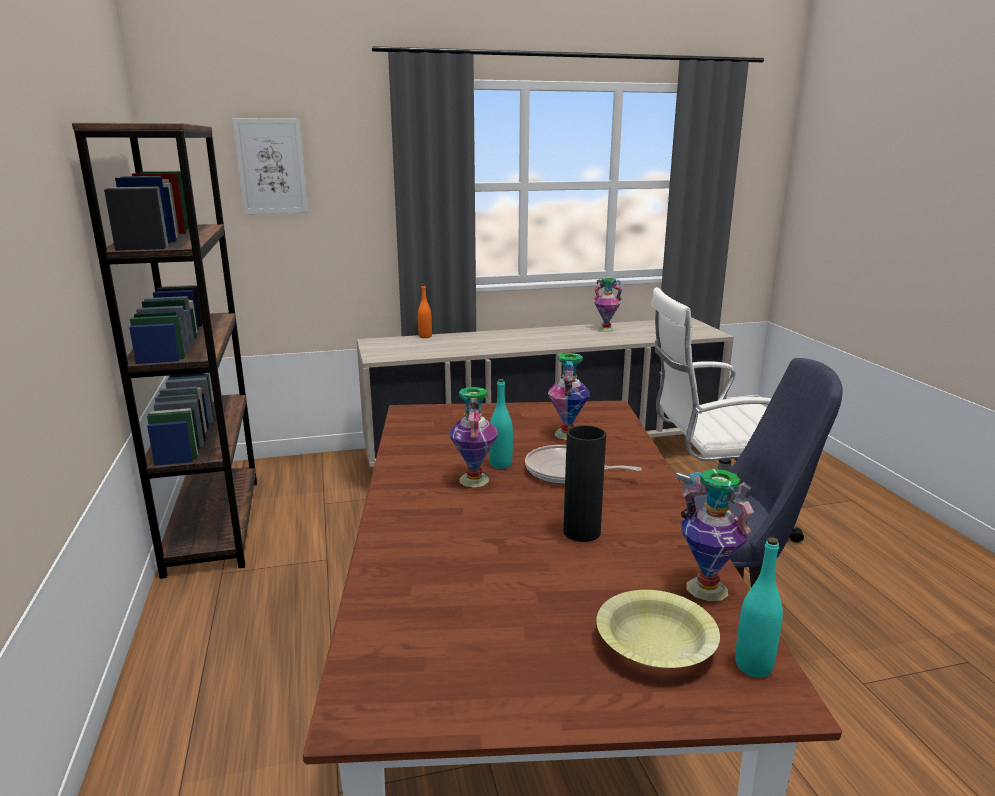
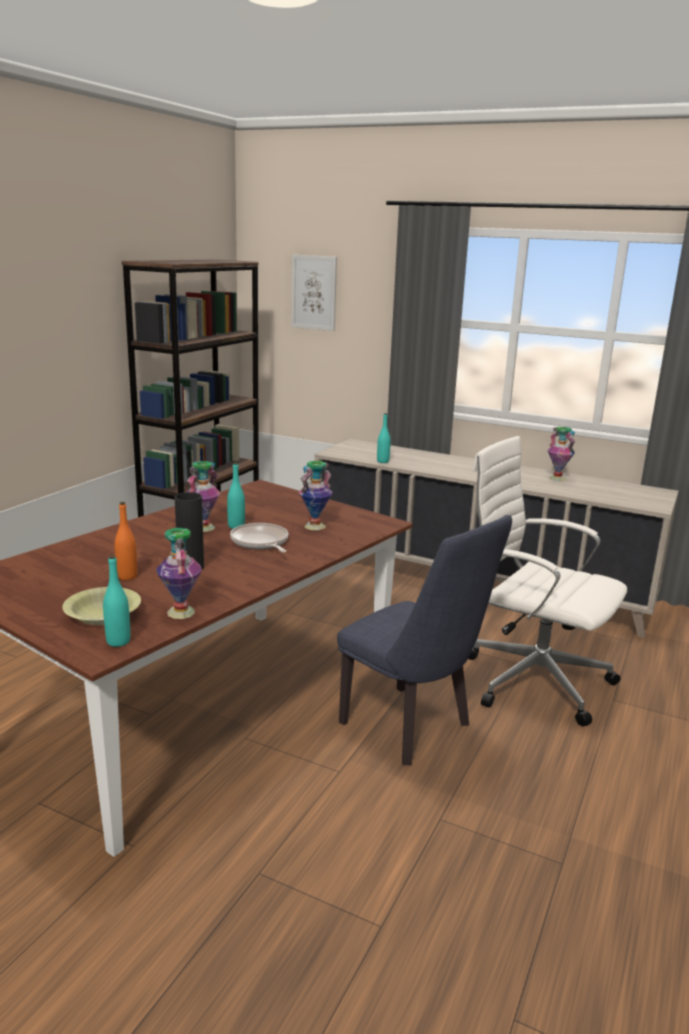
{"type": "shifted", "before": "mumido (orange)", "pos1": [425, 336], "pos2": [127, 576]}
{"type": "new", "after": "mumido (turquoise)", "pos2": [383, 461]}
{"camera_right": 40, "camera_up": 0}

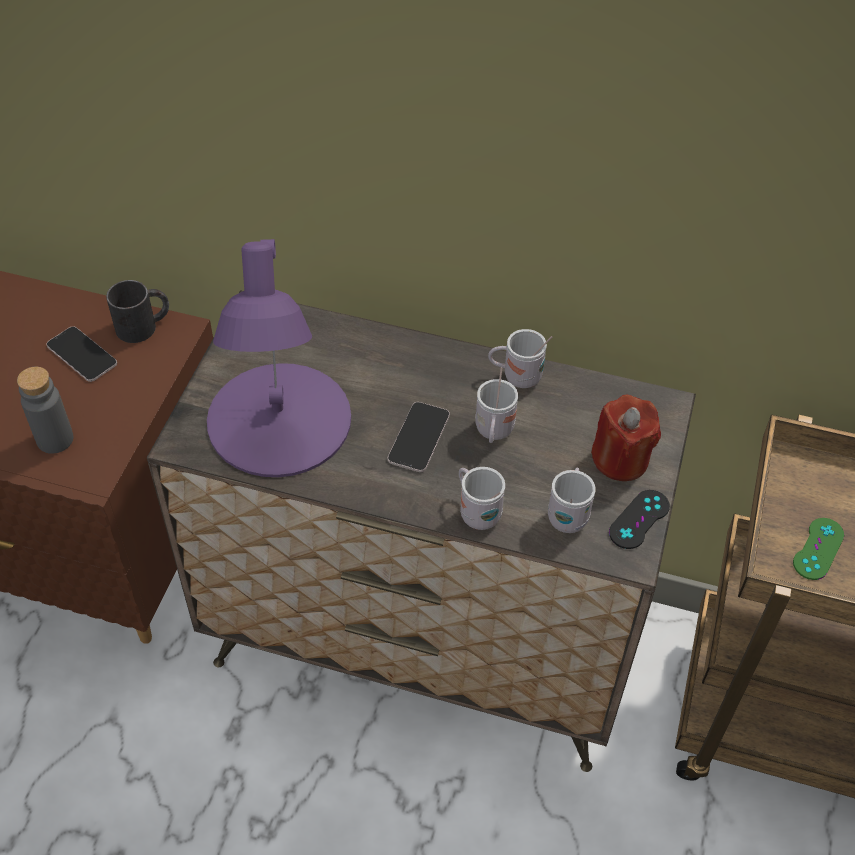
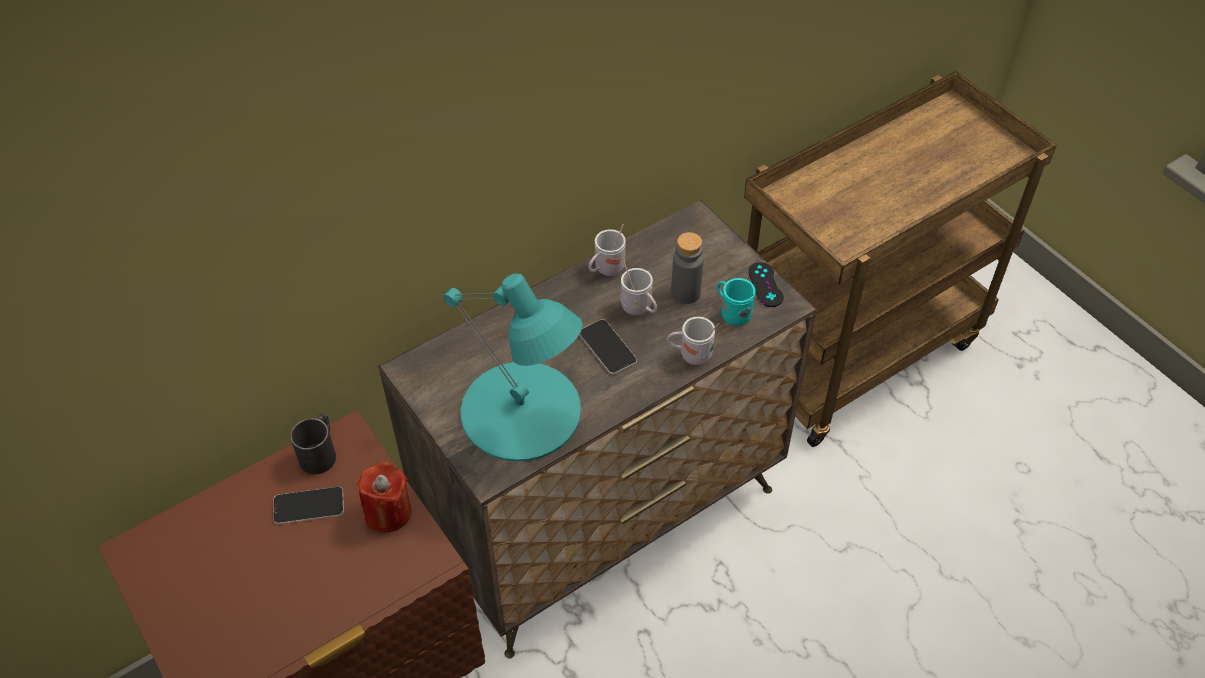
{"type": "shifted", "before": "mumido (grey)", "pos1": [55, 439], "pos2": [685, 293]}
{"type": "repainted", "before": "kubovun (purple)", "after": "kubovun (turquoise)", "pos1": [278, 421], "pos2": [522, 412]}
{"type": "repainted", "before": "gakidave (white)", "after": "gakidave (turquoise)", "pos1": [568, 513], "pos2": [732, 313]}
{"type": "shifted", "before": "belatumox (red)", "pos1": [620, 459], "pos2": [388, 512]}
{"type": "gone", "before": "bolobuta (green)", "pos1": [818, 549]}
{"camera_right": -50, "camera_up": 0}

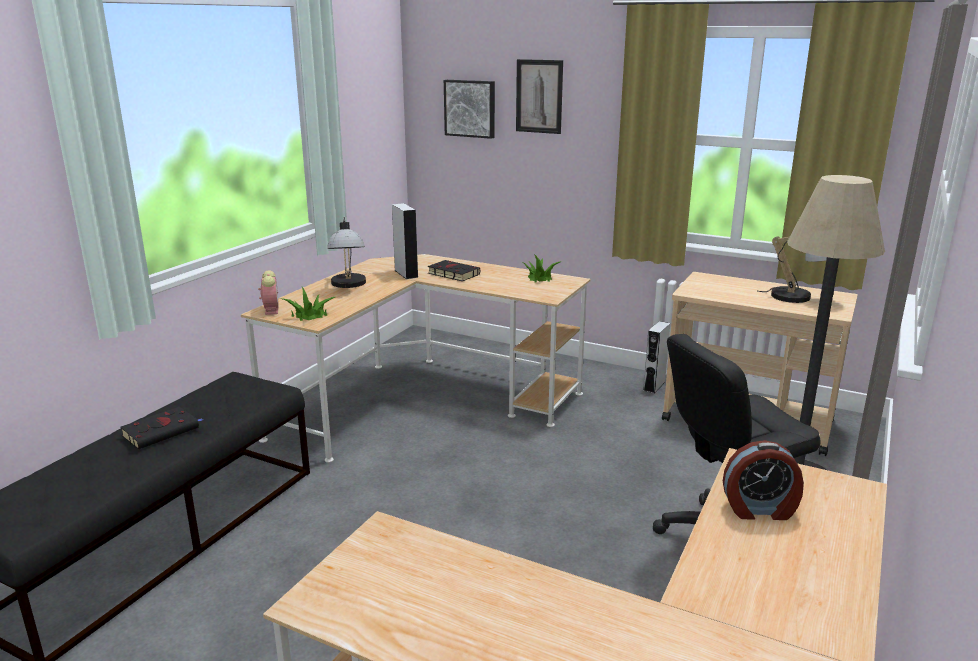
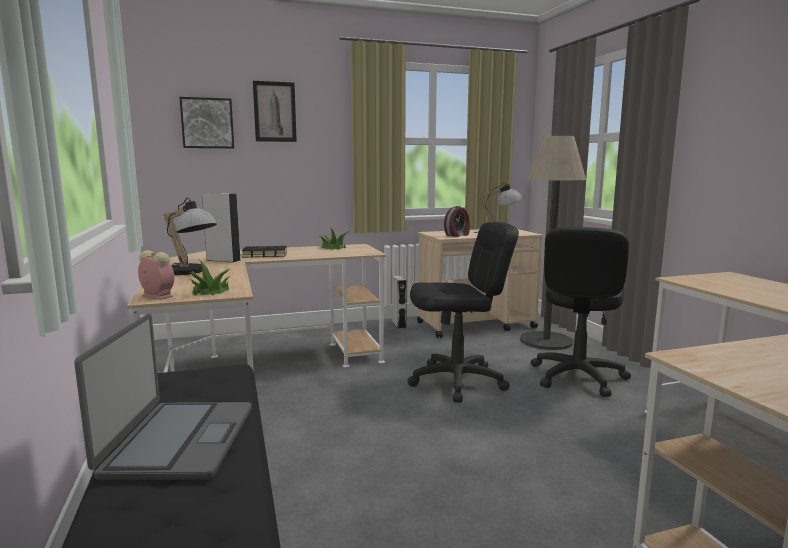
{"type": "swapped", "before": "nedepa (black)", "after": "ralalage", "pos1": [162, 431], "pos2": [179, 441]}
{"type": "shifted", "before": "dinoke", "pos1": [759, 510], "pos2": [457, 235]}
{"type": "new", "after": "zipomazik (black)", "pos2": [457, 381]}
{"camera_right": -45, "camera_up": -10}

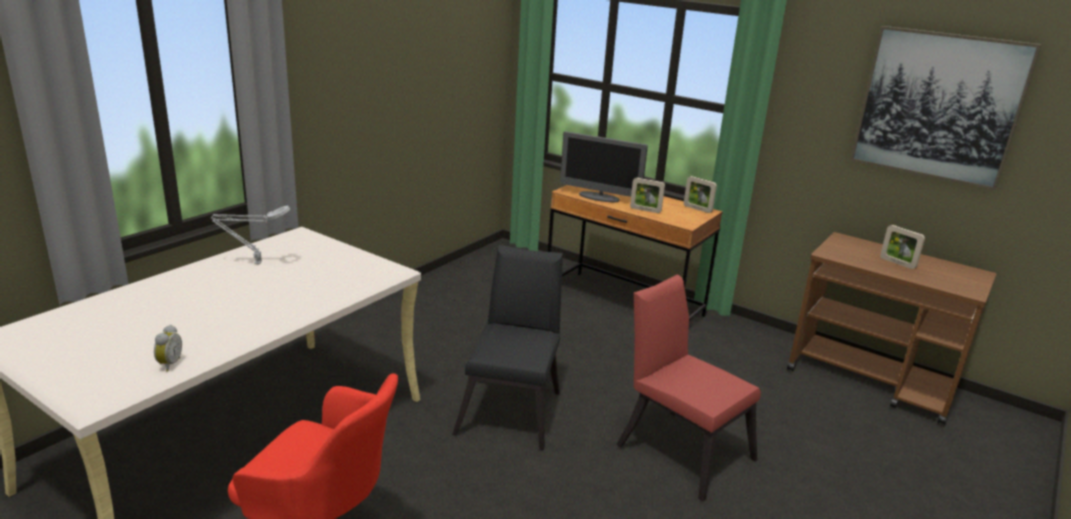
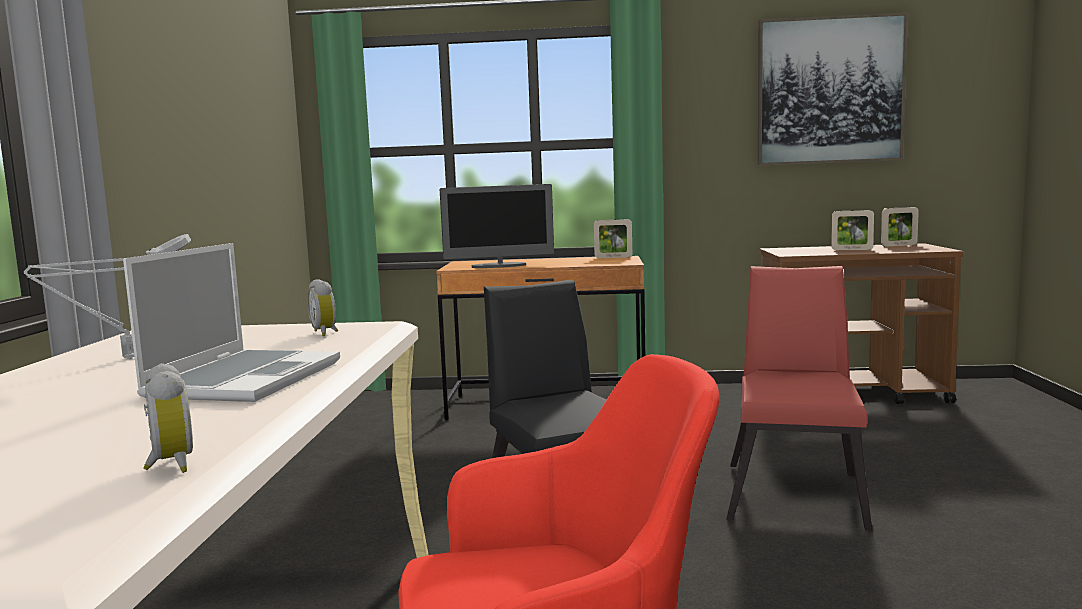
{"type": "rotated", "before": "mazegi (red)", "pos1": [680, 448], "pos2": [796, 491], "turn": 90}
{"type": "shifted", "before": "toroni", "pos1": [645, 210], "pos2": [899, 245]}
{"type": "new", "after": "ralalage", "pos2": [245, 379]}
{"type": "new", "after": "dinoke", "pos2": [326, 333]}
{"camera_right": -30, "camera_up": -15}

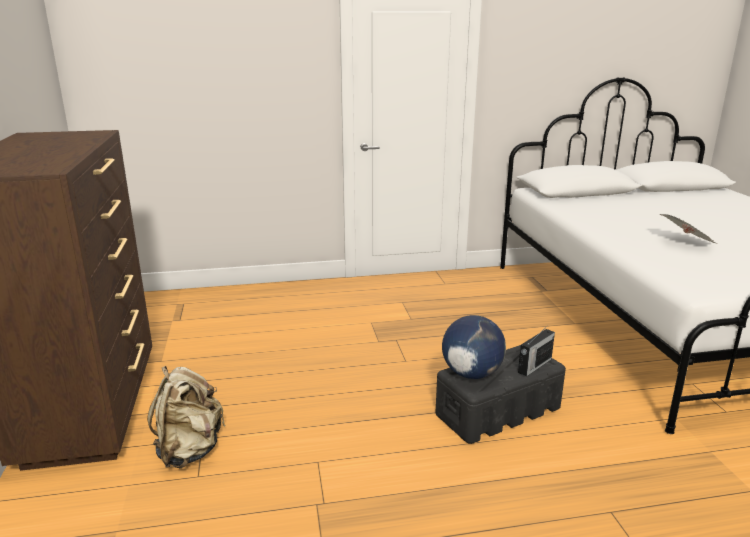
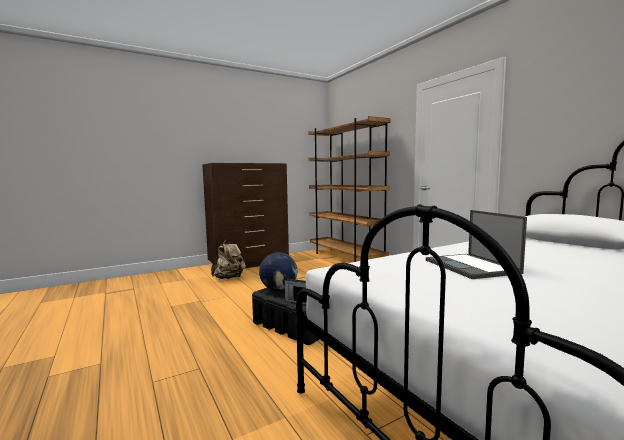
{"type": "swapped", "before": "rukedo", "after": "ralalage", "pos1": [687, 243], "pos2": [472, 267]}
{"type": "new", "after": "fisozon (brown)", "pos2": [345, 258]}
{"camera_right": 70, "camera_up": -15}

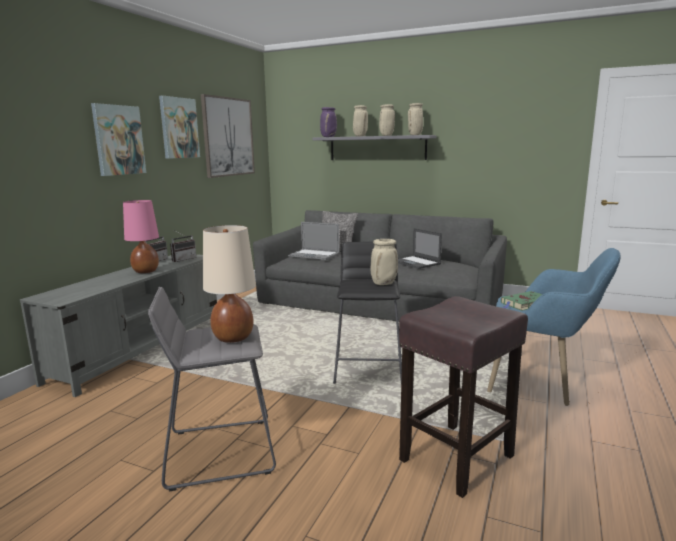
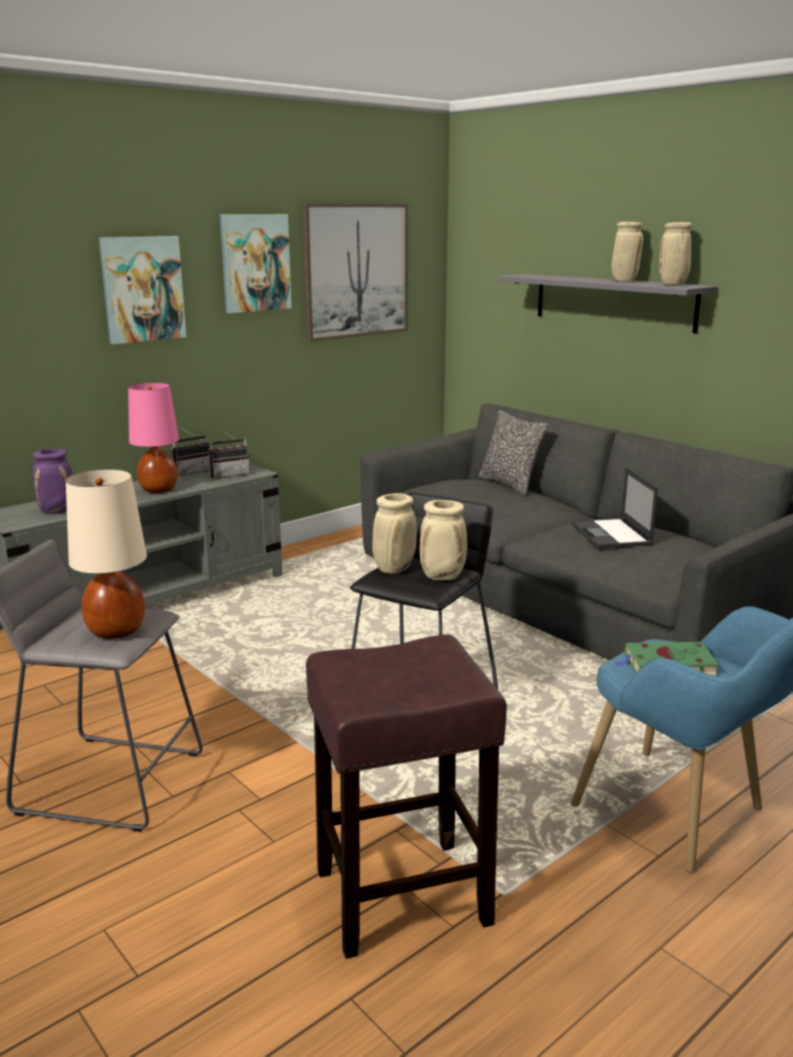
{"type": "gone", "before": "ralalage", "pos1": [313, 255]}
{"type": "shifted", "before": "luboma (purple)", "pos1": [328, 137], "pos2": [58, 511]}
{"type": "shifted", "before": "luboma (beige)", "pos1": [360, 136], "pos2": [394, 569]}
{"camera_right": 25, "camera_up": 5}

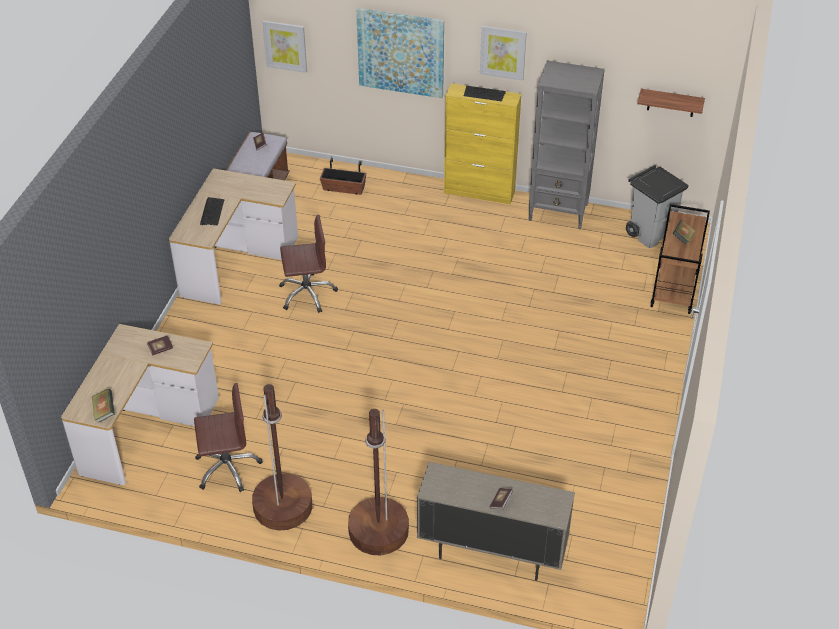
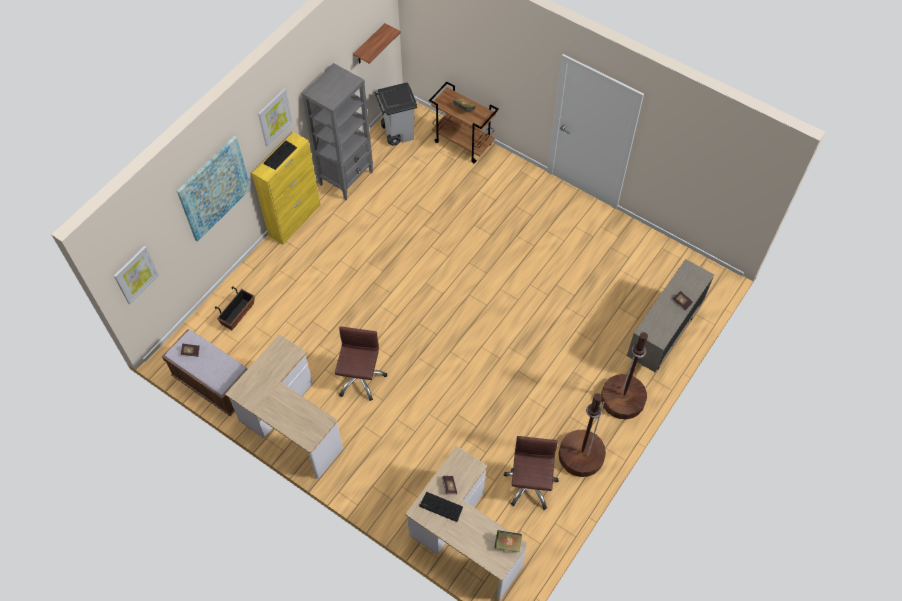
{"type": "shifted", "before": "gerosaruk", "pos1": [212, 212], "pos2": [441, 507]}
{"camera_right": -70, "camera_up": 15}

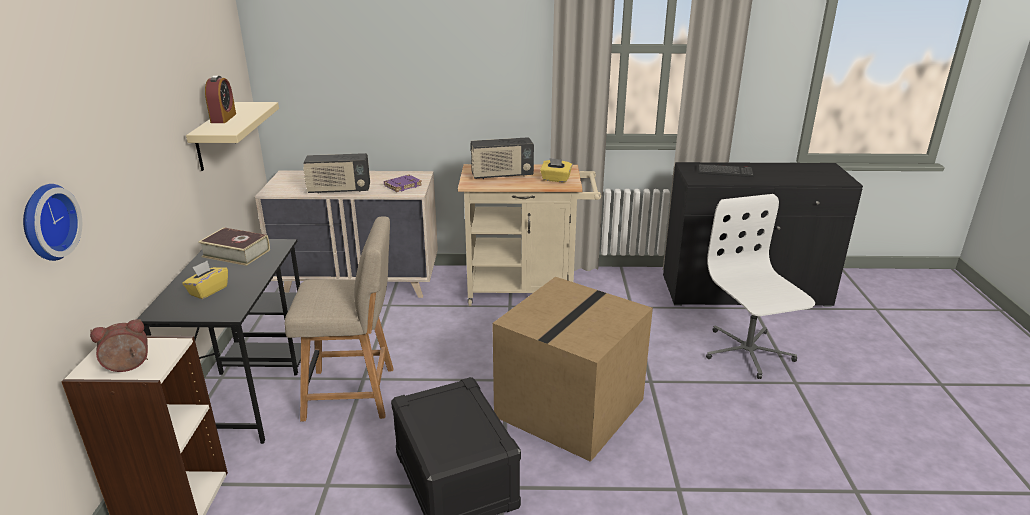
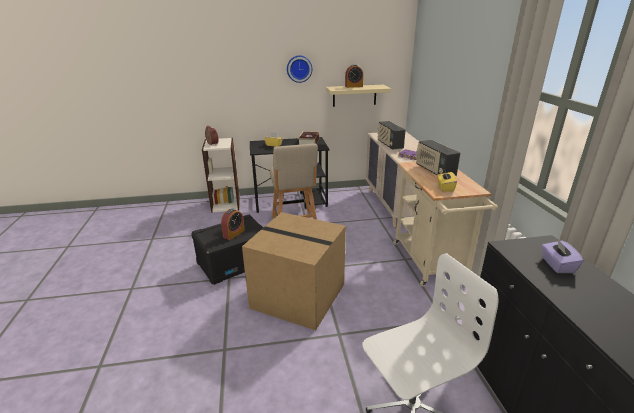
{"type": "shifted", "before": "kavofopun", "pos1": [46, 222], "pos2": [299, 68]}
{"type": "swapped", "before": "gerosaruk", "after": "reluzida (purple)", "pos1": [725, 172], "pos2": [557, 265]}
{"type": "new", "after": "dinoke", "pos2": [234, 234]}
{"camera_right": 80, "camera_up": 0}

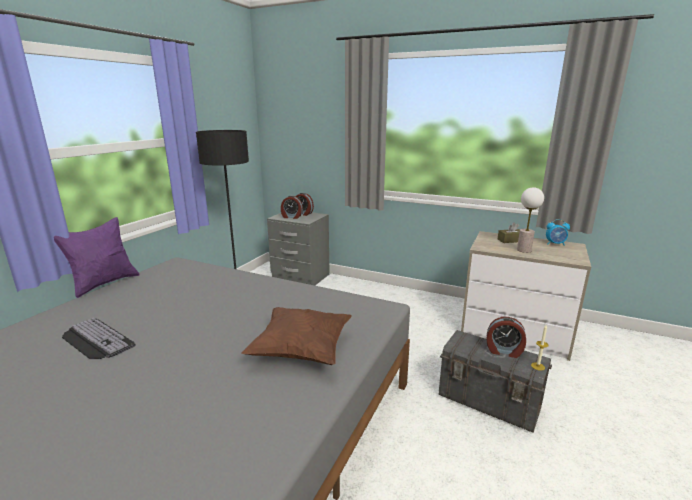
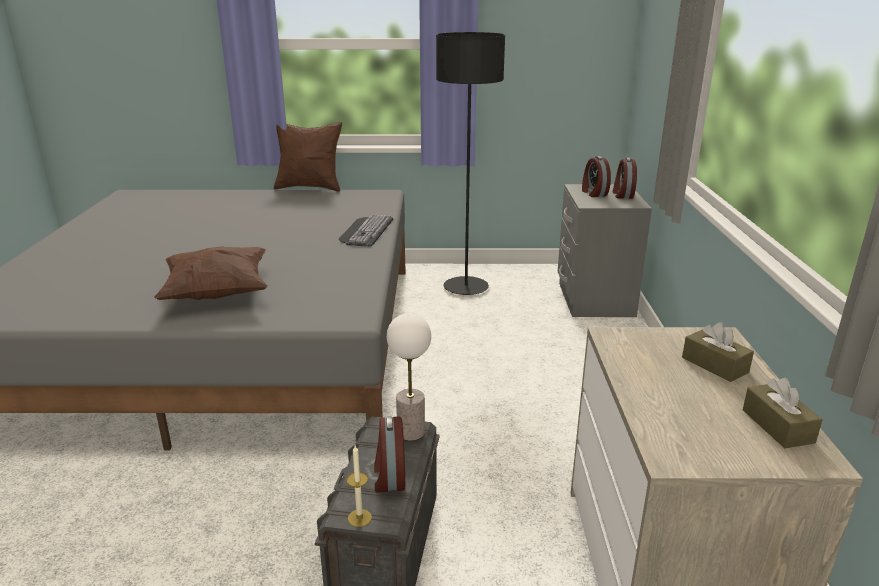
{"type": "repainted", "before": "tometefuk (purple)", "after": "tometefuk (brown)", "pos1": [104, 283], "pos2": [310, 187]}
{"type": "shifted", "before": "gerosaruk", "pos1": [95, 340], "pos2": [365, 230]}
{"type": "shifted", "before": "kubovun", "pos1": [524, 250], "pos2": [411, 432]}
{"type": "swapped", "before": "dinoke", "after": "reluzida (brown)", "pos1": [555, 244], "pos2": [777, 426]}
{"camera_right": 65, "camera_up": 5}

